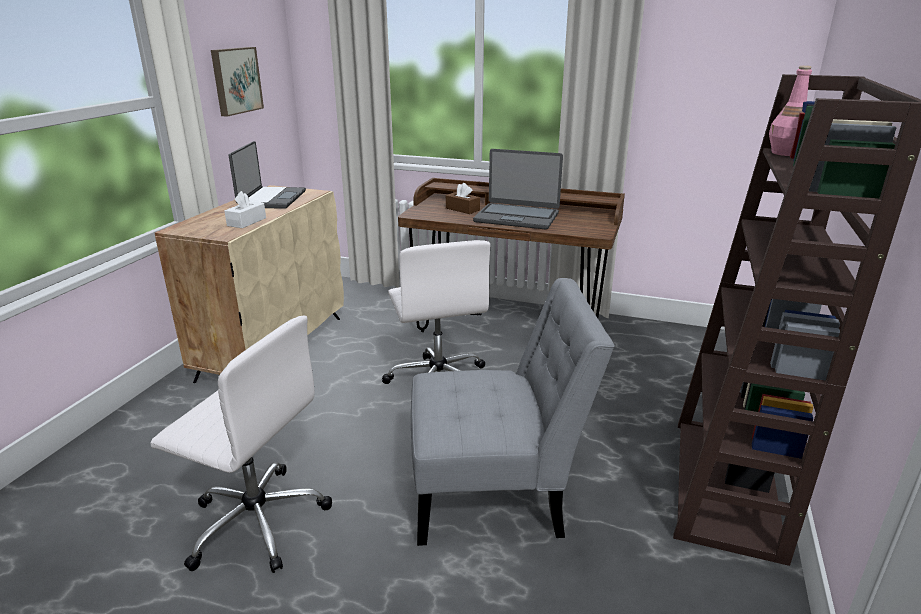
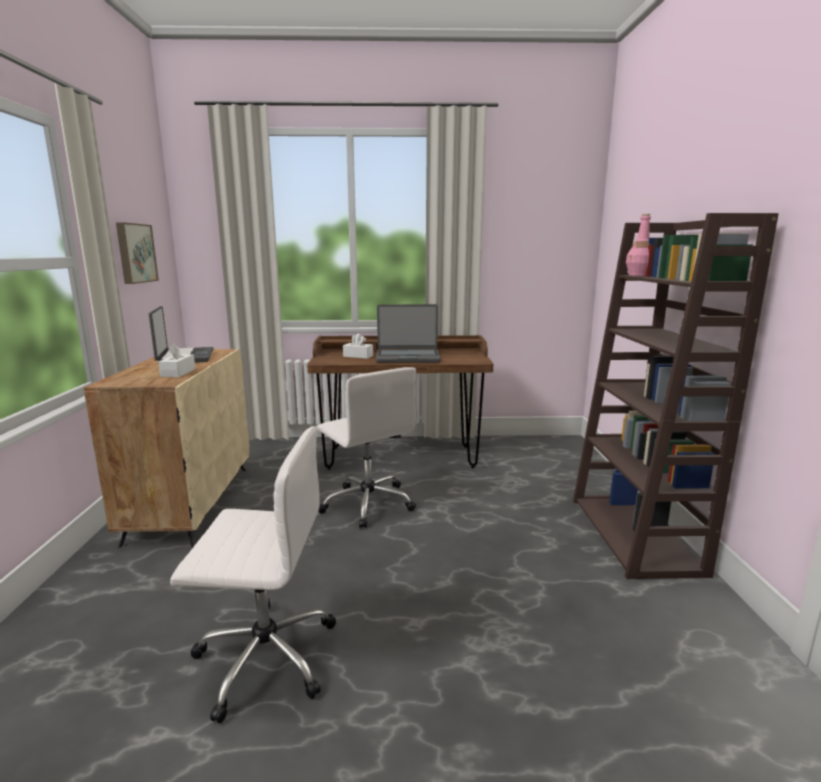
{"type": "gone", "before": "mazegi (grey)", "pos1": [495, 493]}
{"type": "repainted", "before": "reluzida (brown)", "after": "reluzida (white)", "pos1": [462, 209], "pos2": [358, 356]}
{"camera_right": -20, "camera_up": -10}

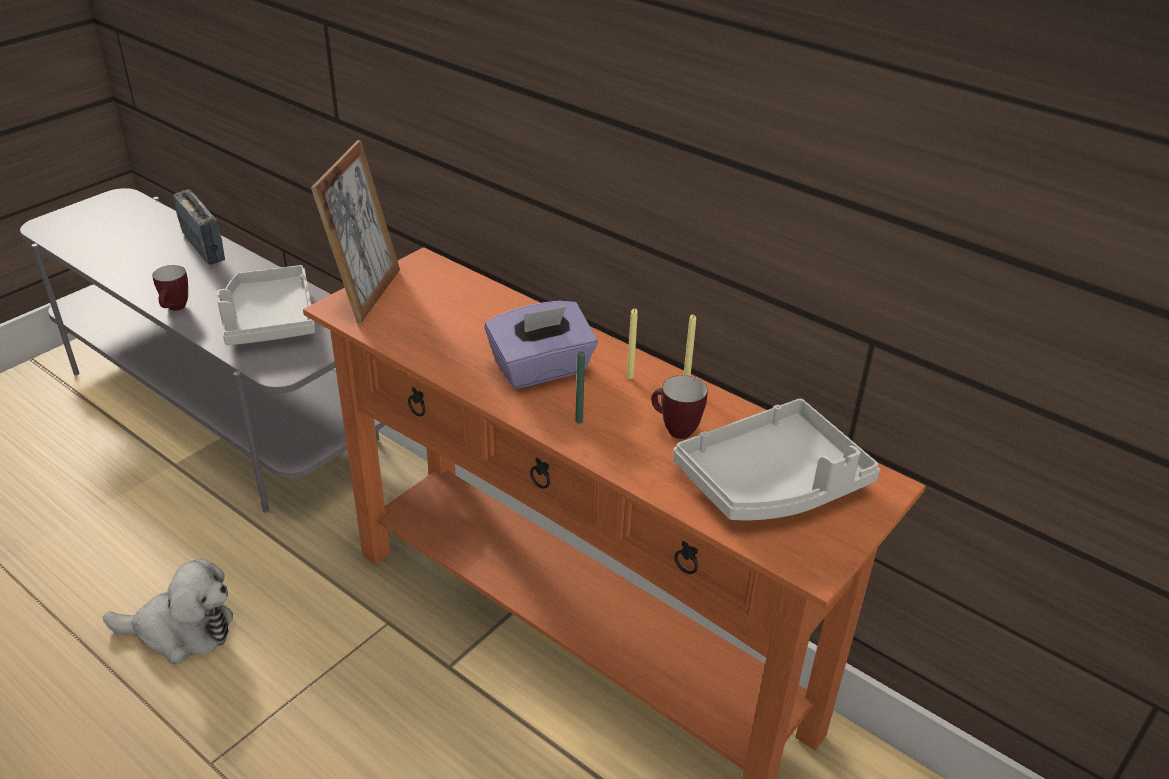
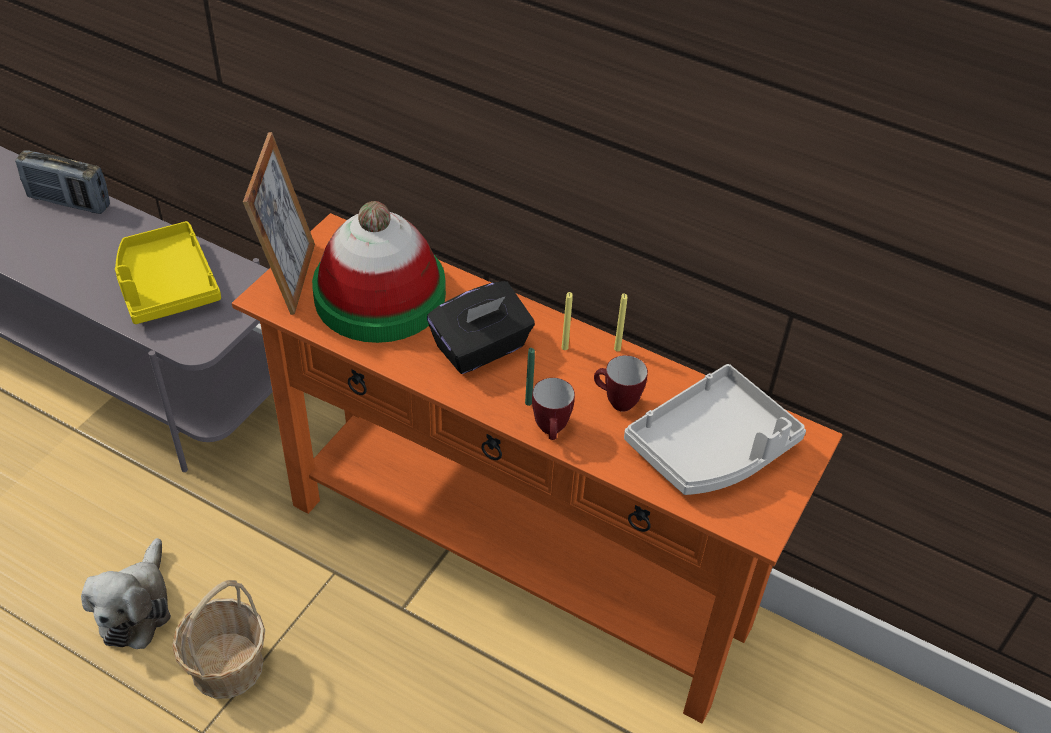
{"type": "rotated", "before": "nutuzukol", "pos1": [181, 631], "pos2": [136, 607], "turn": 105}
{"type": "shifted", "before": "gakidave", "pos1": [175, 309], "pos2": [551, 432]}
{"type": "rotated", "before": "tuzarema", "pos1": [203, 247], "pos2": [69, 202], "turn": 150}
{"type": "repainted", "before": "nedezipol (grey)", "after": "nedezipol (yellow)", "pos1": [269, 320], "pos2": [166, 285]}
{"type": "repainted", "before": "reluzida (purple)", "after": "reluzida (black)", "pos1": [541, 369], "pos2": [481, 349]}
{"type": "new", "after": "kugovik", "pos2": [226, 666]}
{"type": "new", "after": "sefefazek", "pos2": [380, 295]}
{"camera_right": -10, "camera_up": 10}

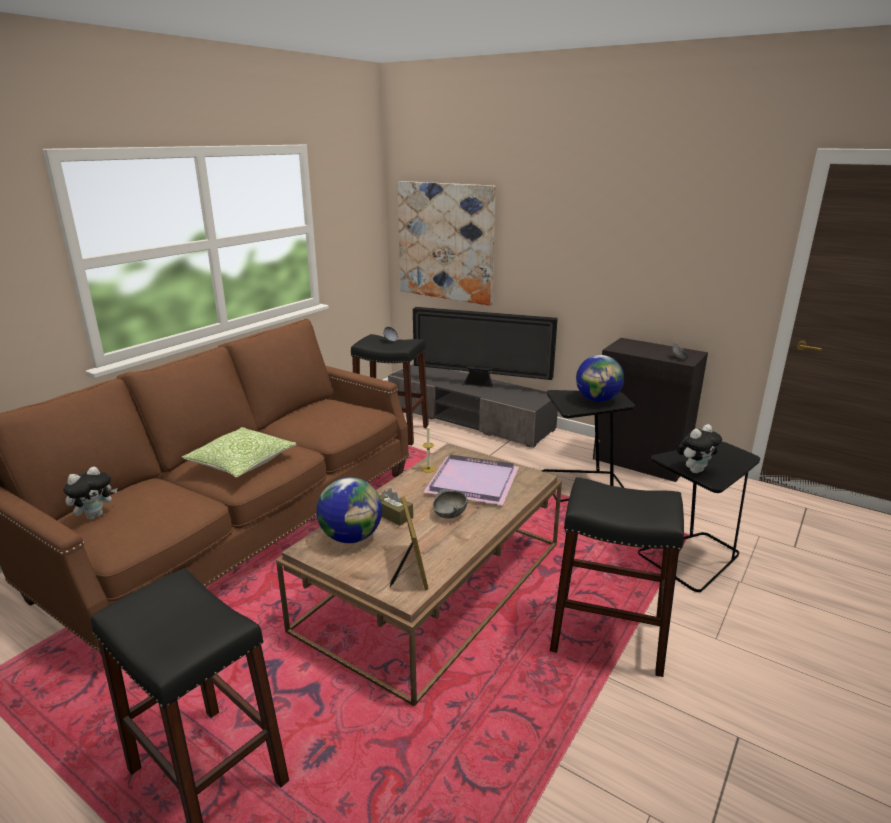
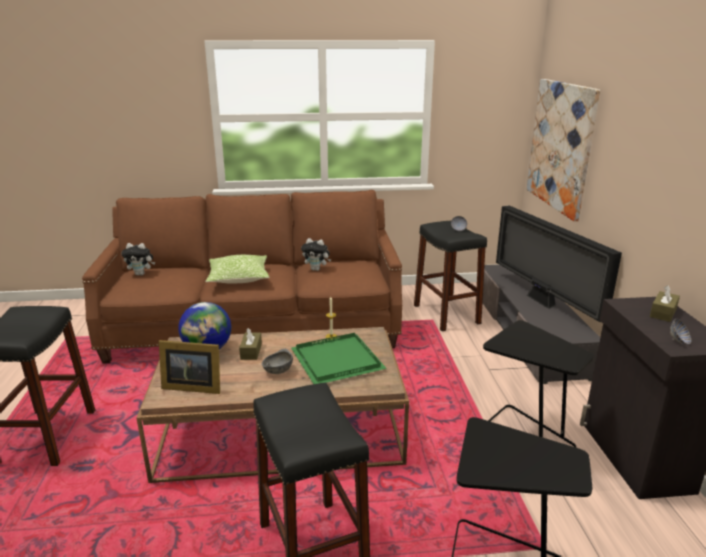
{"type": "rotated", "before": "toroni", "pos1": [410, 569], "pos2": [191, 386], "turn": 60}
{"type": "repainted", "before": "nedezipol (purple)", "after": "nedezipol (green)", "pos1": [471, 483], "pos2": [335, 360]}
{"type": "gone", "before": "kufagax", "pos1": [597, 400]}
{"type": "shifted", "before": "nutuzukol", "pos1": [694, 470], "pos2": [316, 269]}
{"type": "new", "after": "reluzida (brown)", "pos2": [663, 313]}
{"camera_right": 50, "camera_up": 0}

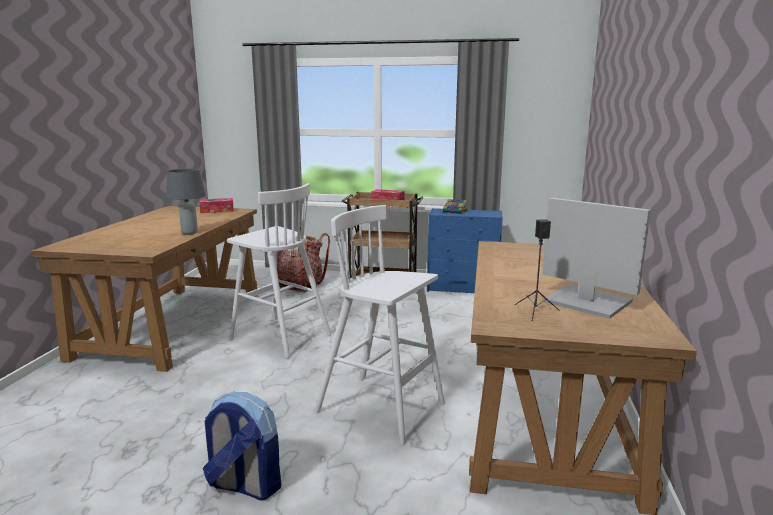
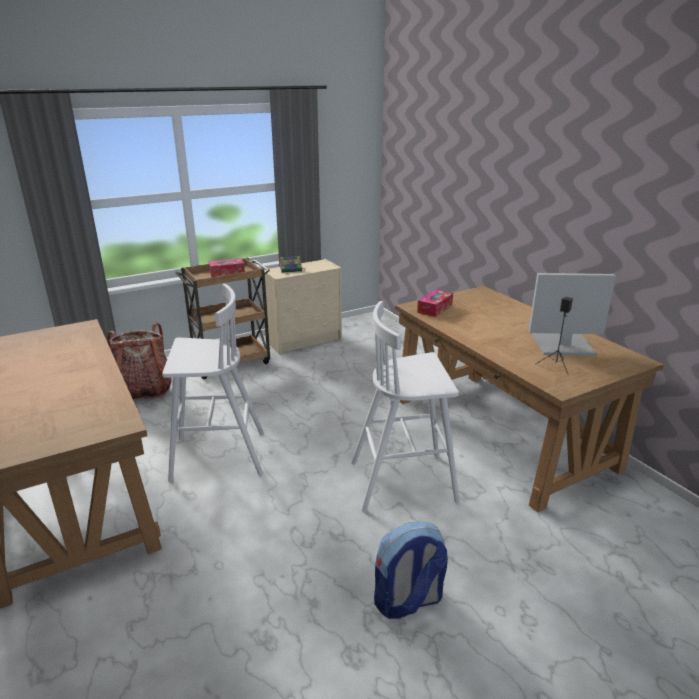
{"type": "gone", "before": "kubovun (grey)", "pos1": [189, 233]}
{"type": "shifted", "before": "reluzida", "pos1": [217, 210], "pos2": [434, 308]}
{"type": "repainted", "before": "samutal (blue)", "after": "samutal (beige)", "pos1": [463, 288], "pos2": [305, 341]}
{"camera_right": -40, "camera_up": 10}

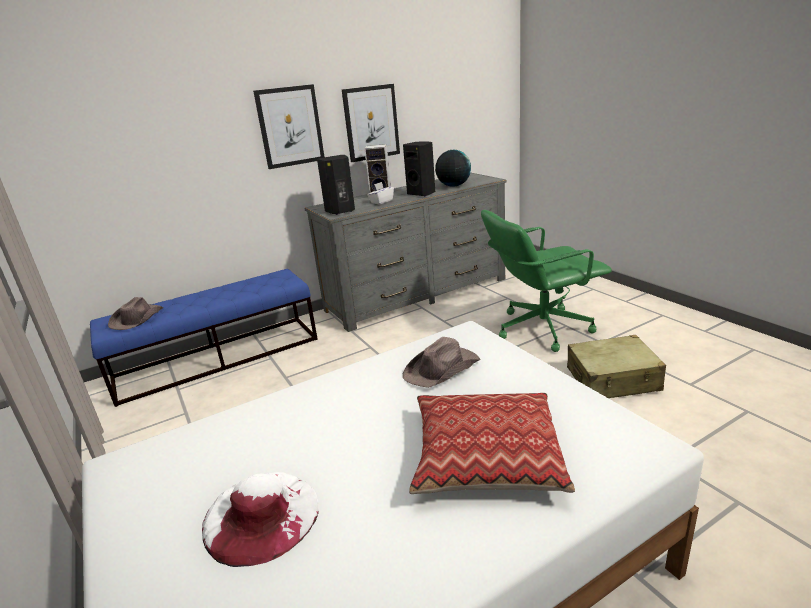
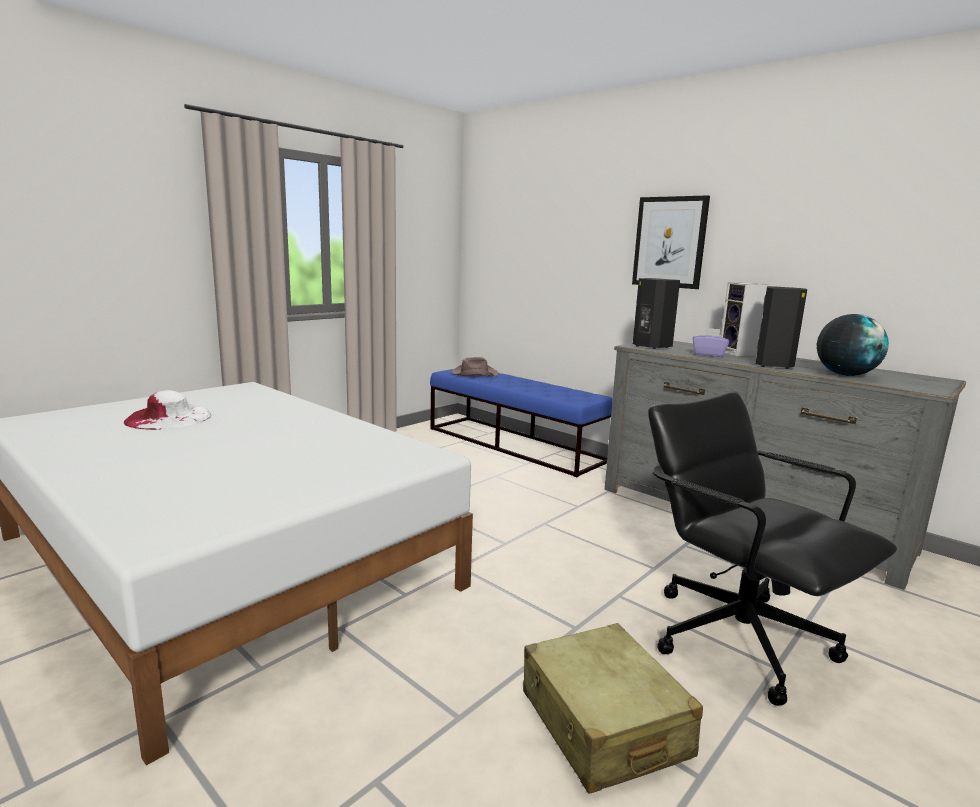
{"type": "gone", "before": "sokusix", "pos1": [371, 123]}
{"type": "repainted", "before": "reluzida (white)", "after": "reluzida (purple)", "pos1": [381, 201], "pos2": [709, 354]}
{"type": "gone", "before": "sefefazek (brown)", "pos1": [442, 368]}
{"type": "gone", "before": "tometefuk", "pos1": [485, 455]}
{"type": "repainted", "before": "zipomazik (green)", "after": "zipomazik (black)", "pos1": [541, 328], "pos2": [738, 637]}
{"camera_right": 70, "camera_up": -10}

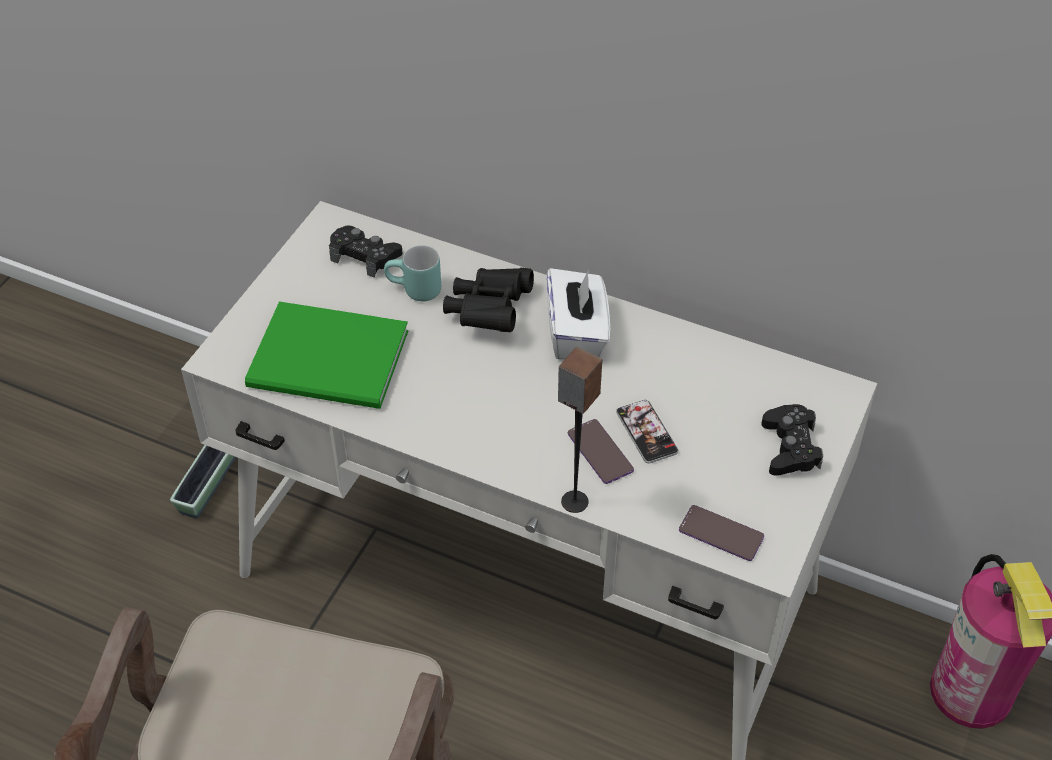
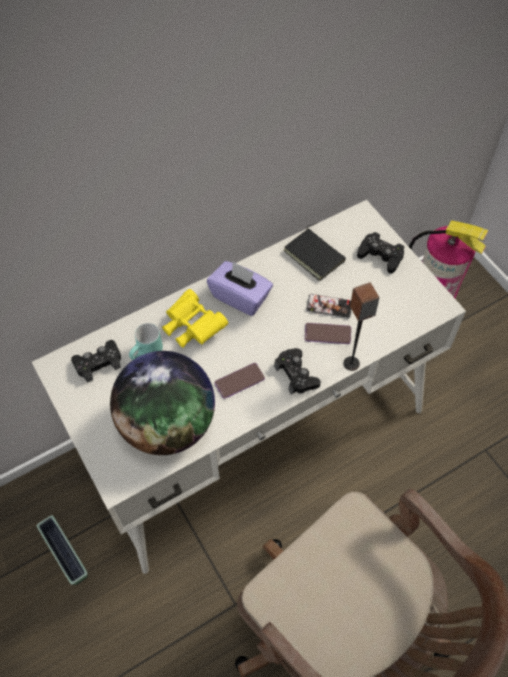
{"type": "swapped", "before": "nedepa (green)", "after": "kufagax", "pos1": [332, 363], "pos2": [168, 424]}
{"type": "repainted", "before": "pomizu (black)", "after": "pomizu (yellow)", "pos1": [489, 311], "pos2": [192, 327]}
{"type": "repainted", "before": "reluzida (white)", "after": "reluzida (purple)", "pos1": [577, 333], "pos2": [240, 297]}
{"type": "shifted", "before": "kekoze", "pos1": [721, 534], "pos2": [239, 381]}
{"type": "new", "after": "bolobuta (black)", "pos2": [296, 375]}
{"type": "new", "after": "nedepa (black)", "pos2": [315, 255]}
{"camera_right": -55, "camera_up": 10}

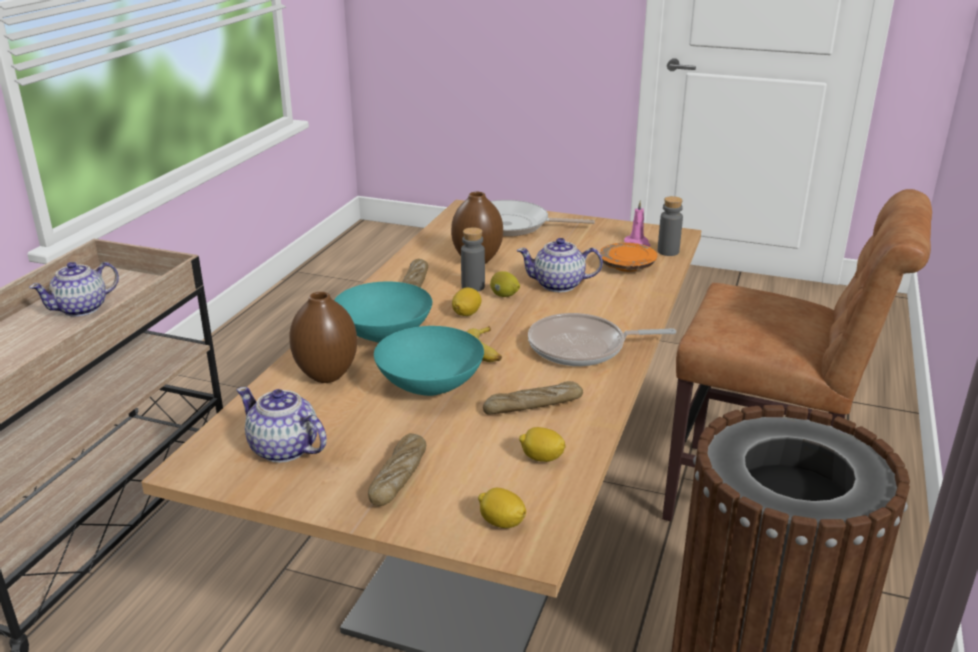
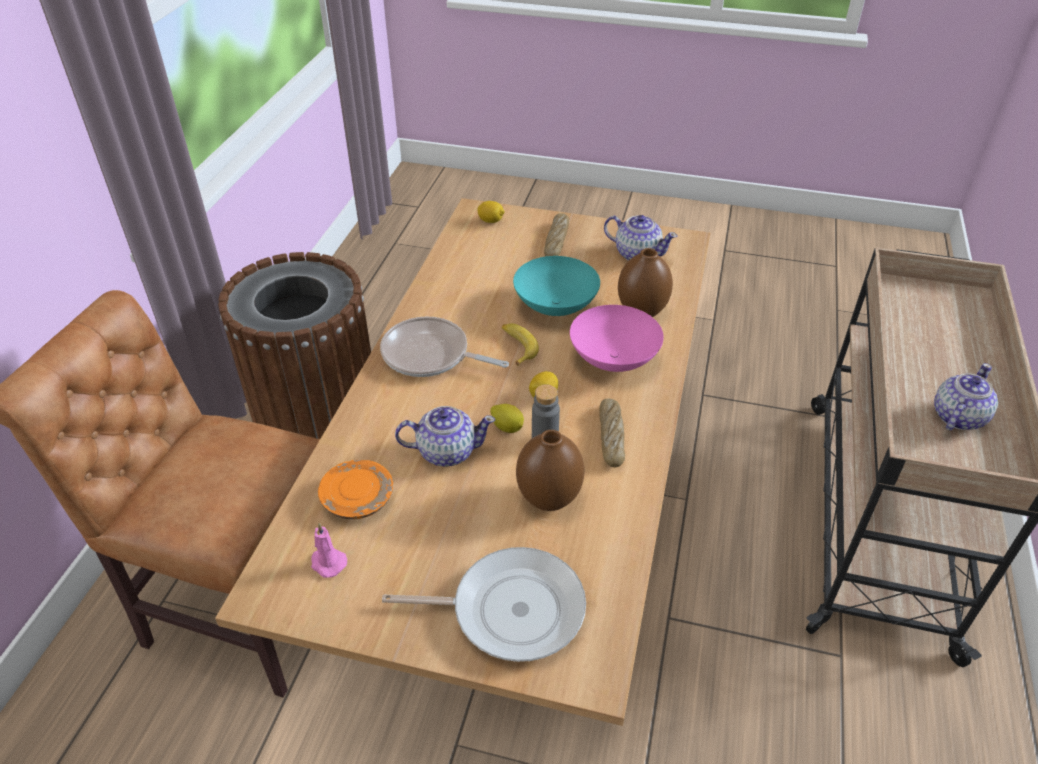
{"type": "repainted", "before": "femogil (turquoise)", "after": "femogil (pink)", "pos1": [383, 335], "pos2": [615, 360]}
{"type": "gone", "before": "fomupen", "pos1": [533, 407]}
{"type": "gone", "before": "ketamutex", "pos1": [541, 458]}
{"type": "rotated", "before": "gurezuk", "pos1": [582, 347], "pos2": [430, 355], "turn": -150}
{"type": "gone", "before": "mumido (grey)", "pos1": [668, 252]}
{"camera_right": 175, "camera_up": 15}

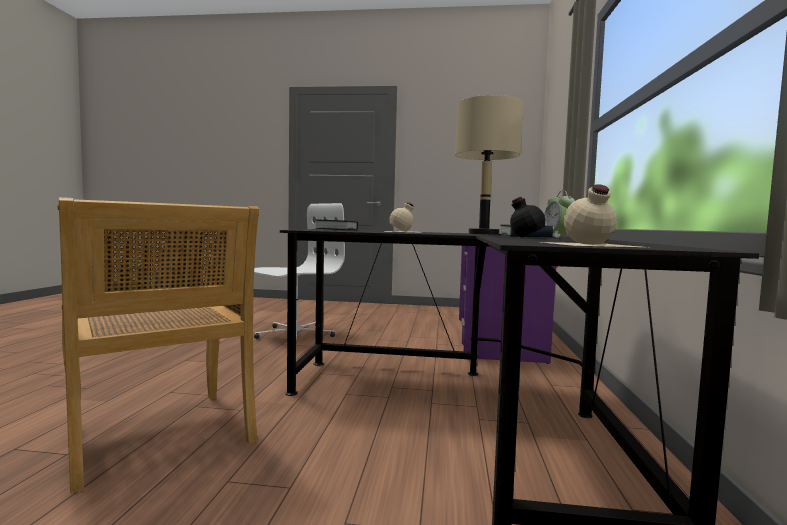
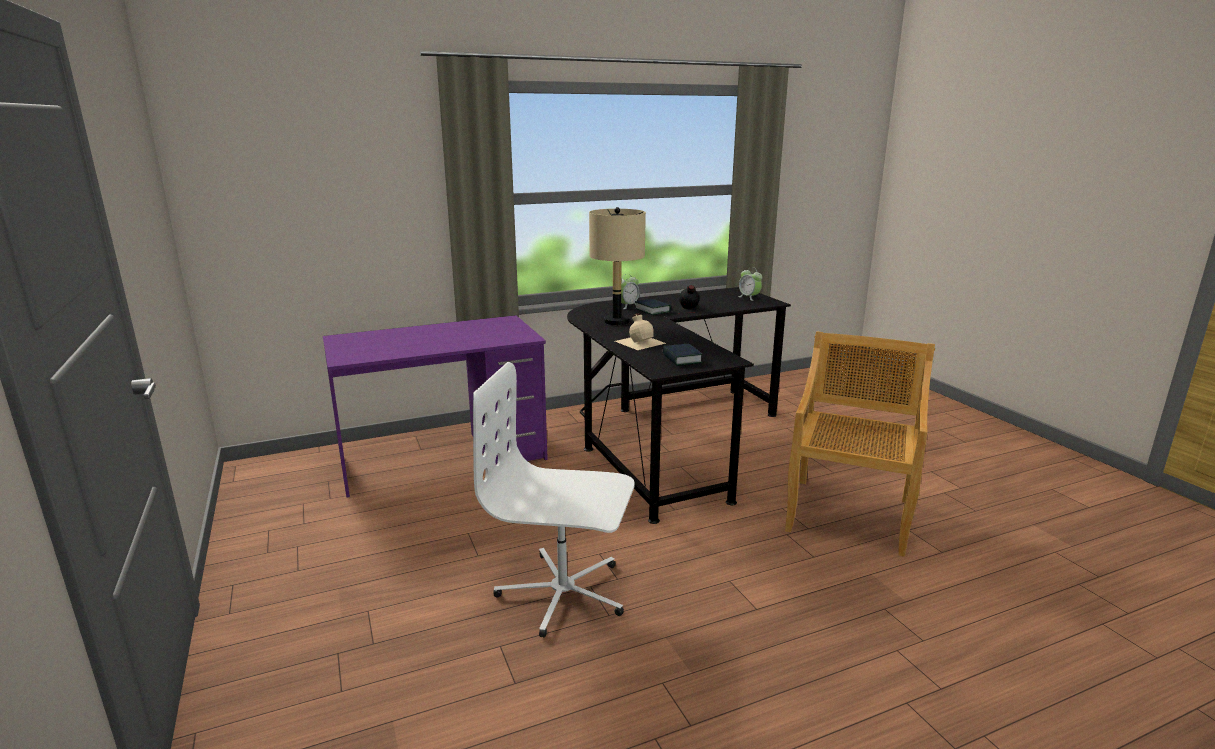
{"type": "swapped", "before": "mumido (beige)", "after": "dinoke", "pos1": [589, 244], "pos2": [749, 298]}
{"camera_right": -120, "camera_up": 15}

